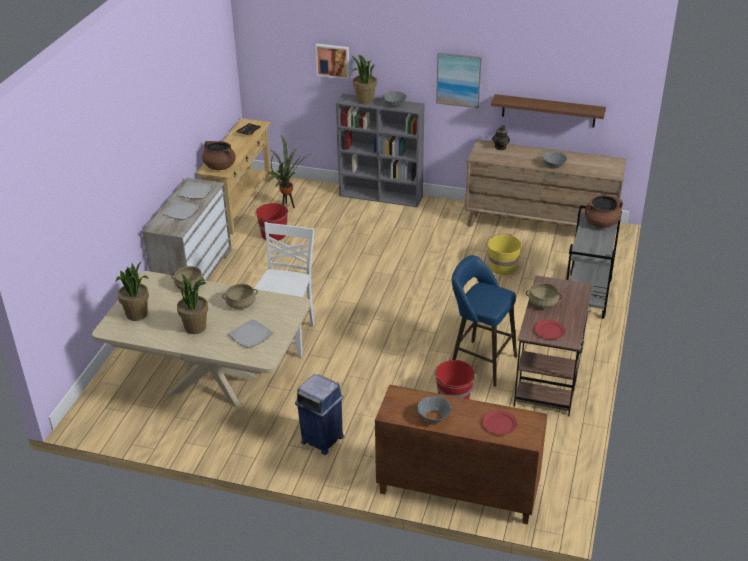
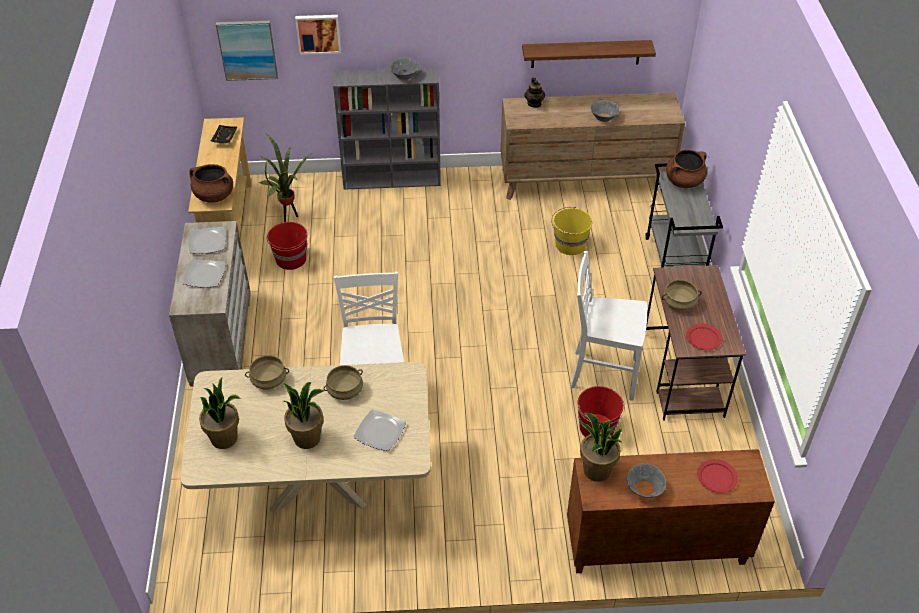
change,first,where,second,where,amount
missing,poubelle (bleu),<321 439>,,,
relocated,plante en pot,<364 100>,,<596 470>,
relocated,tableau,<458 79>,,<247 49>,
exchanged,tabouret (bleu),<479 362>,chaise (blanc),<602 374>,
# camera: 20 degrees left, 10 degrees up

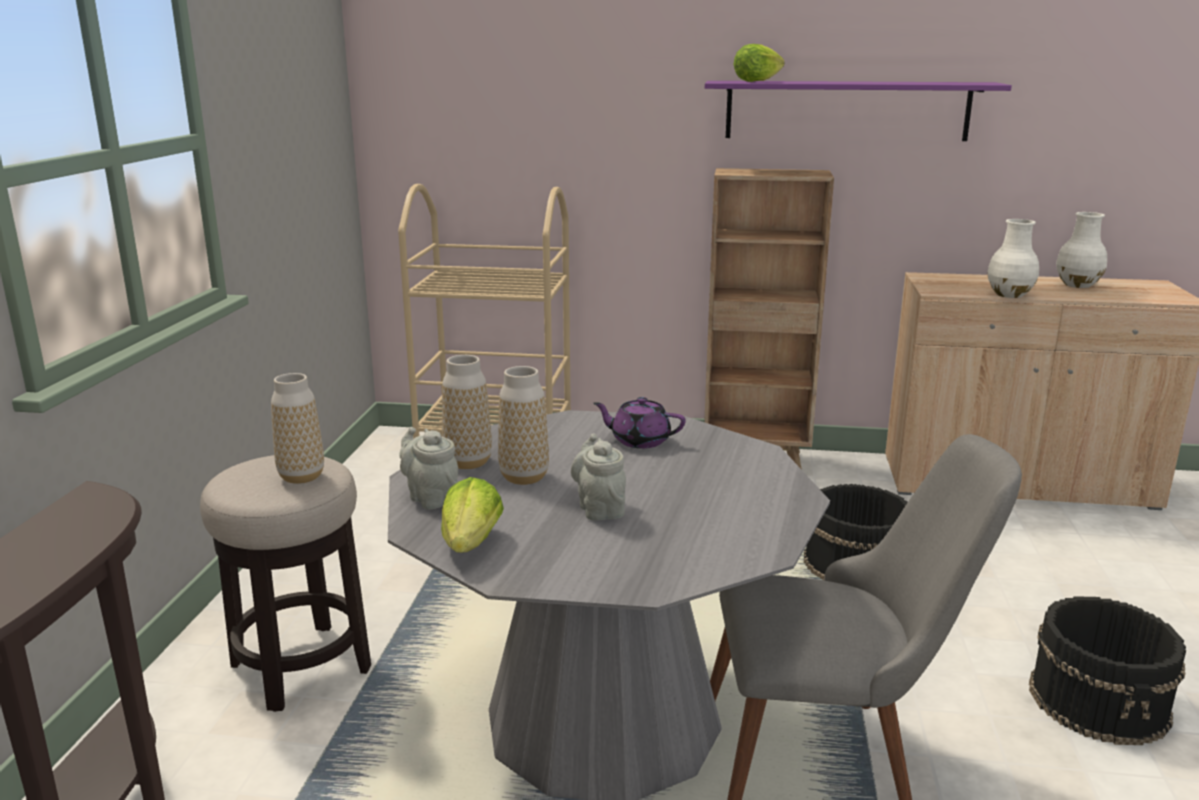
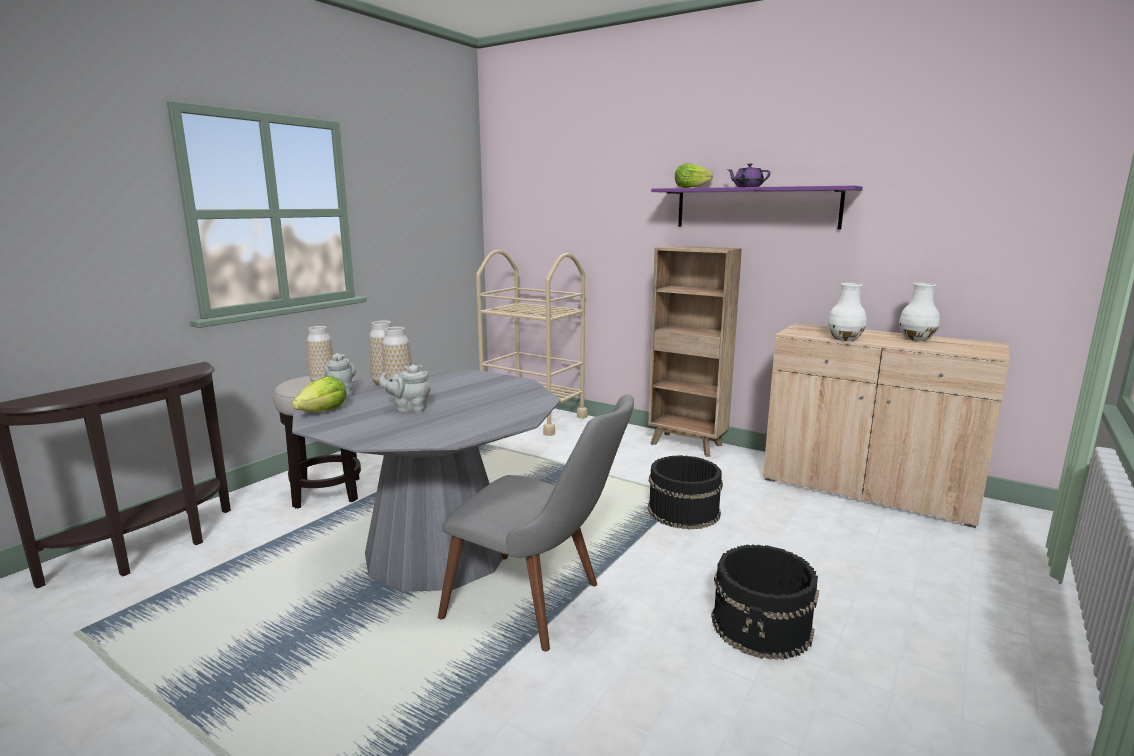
change,first,where,second,where,amount
spun,théière (gris),<600 508>,,<409 409>,105 degrees counterclockwise
relocated,théière (violet),<639 440>,,<747 187>,
# camera: 25 degrees right, 5 degrees down

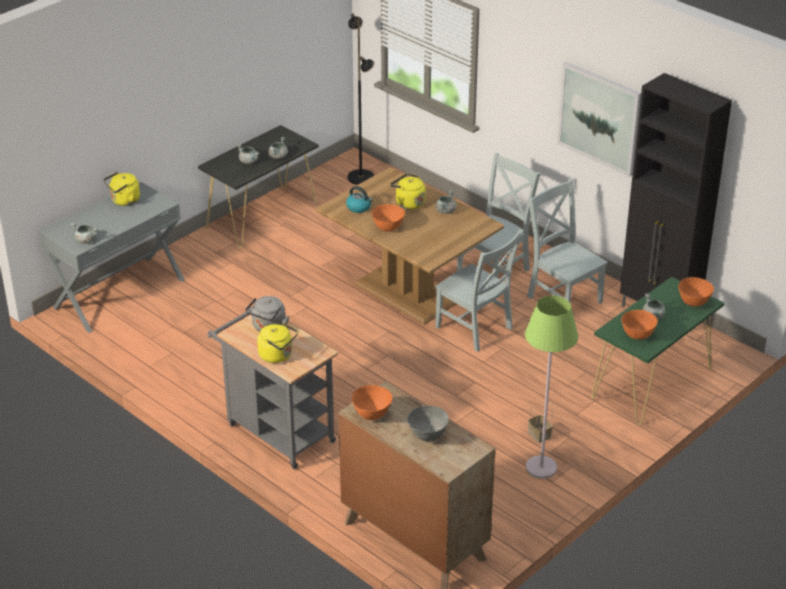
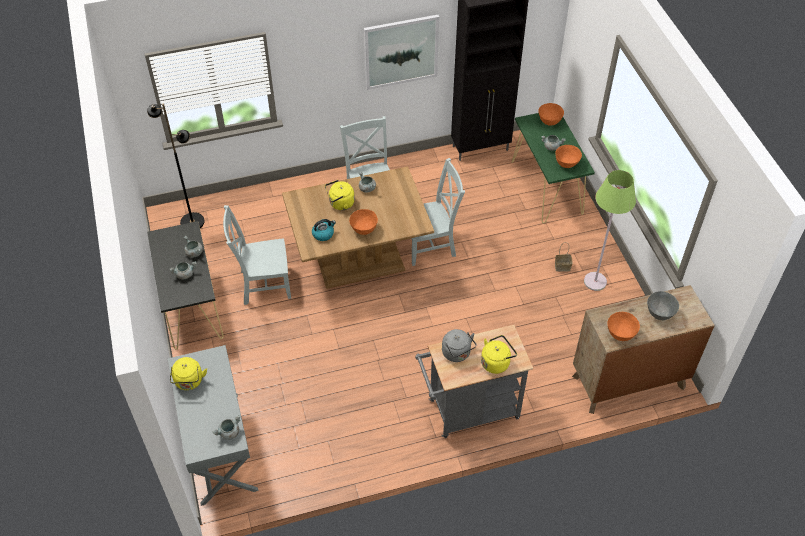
change,first,where,second,where,amount
relocated,chaise (gris),<562 297>,,<263 284>,
# camera: 60 degrees left, 15 degrees up

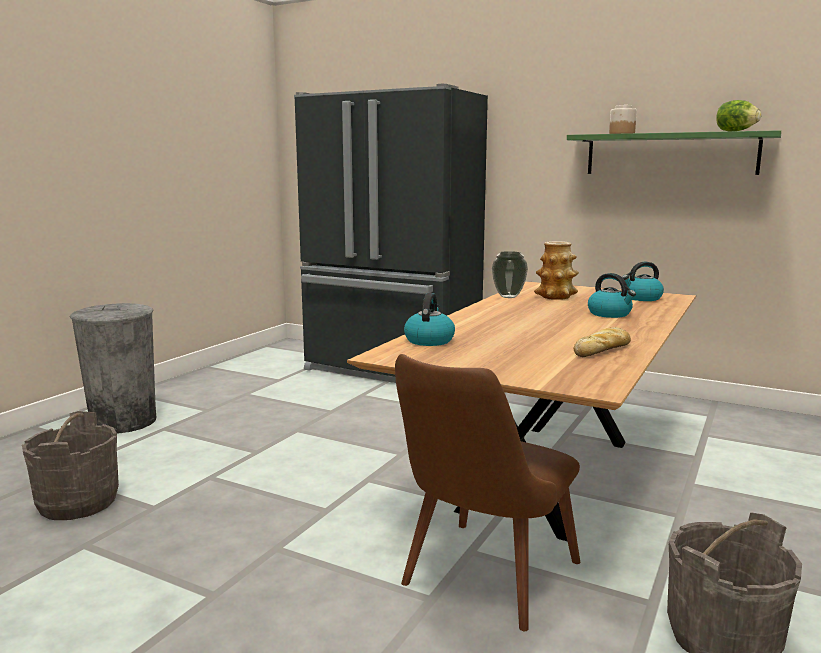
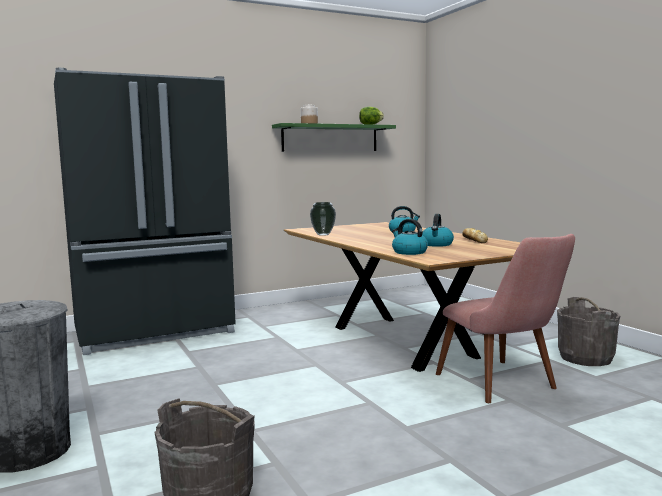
change,first,where,second,where,amount
colour,chaise (marron),<481 584>,chaise (rose),<505 385>,
missing,vase,<556 297>,,,
relocated,bouilloire,<641 298>,,<437 244>,
# camera: 55 degrees left, 5 degrees down

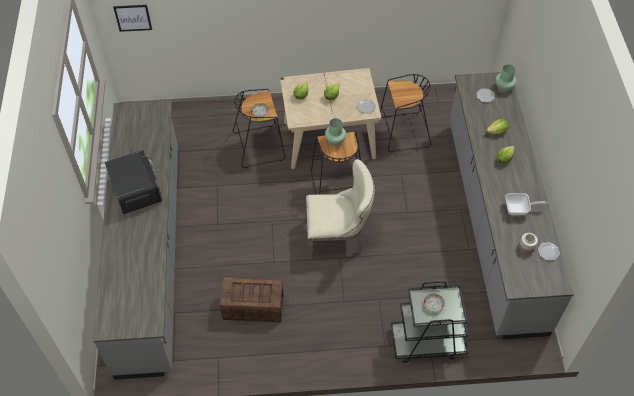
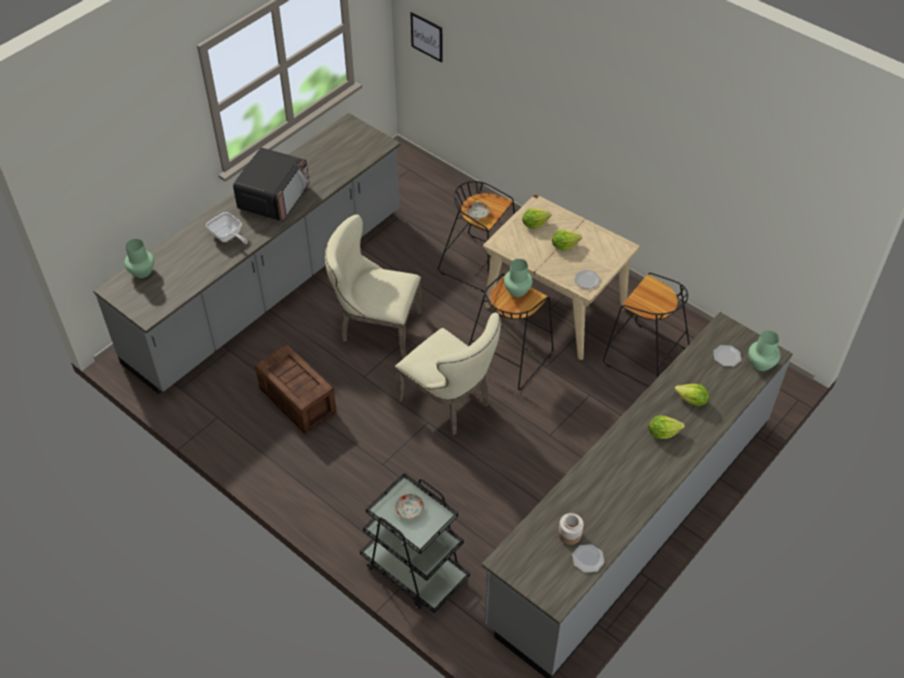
change,first,where,second,where,amount
relocated,poêle,<519 209>,,<228 237>,
appeared,,,vase (vert),<142 272>,
appeared,,,chaise (beige),<375 328>,
# camera: 45 degrees right, 5 degrees down

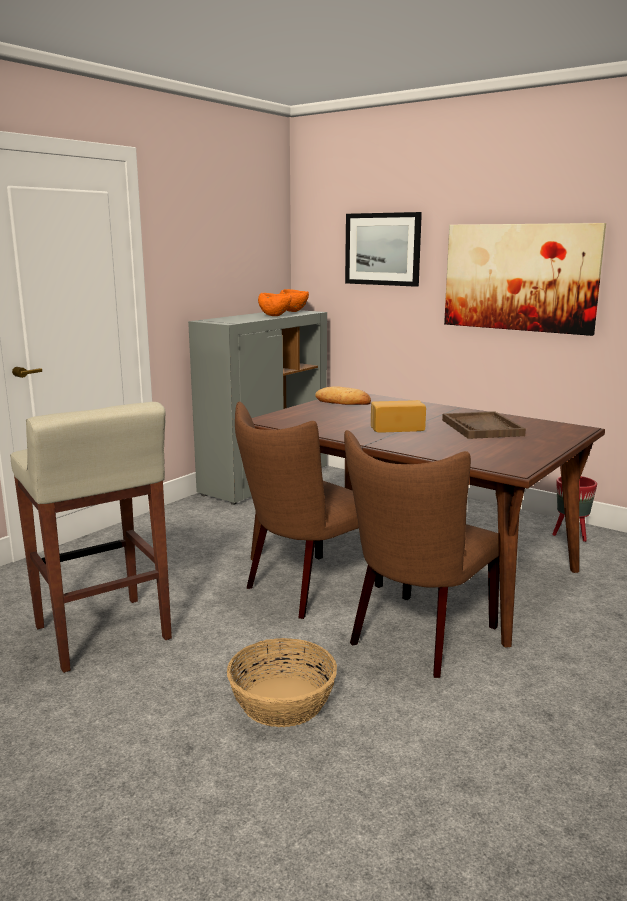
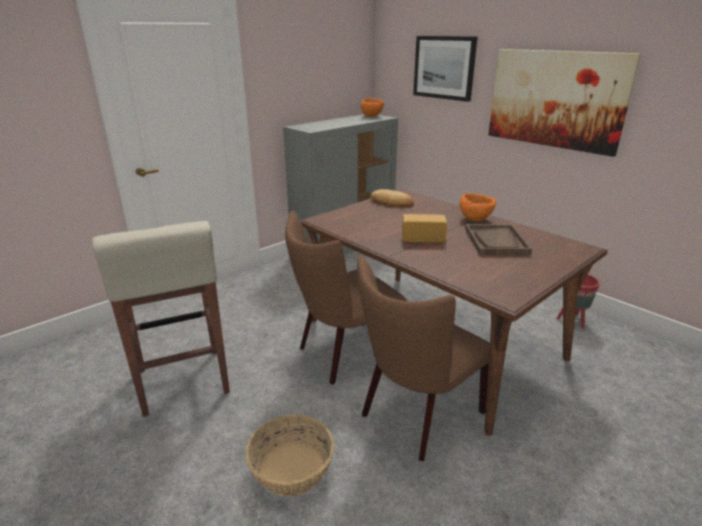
change,first,where,second,where,amount
relocated,bol (orange),<275 316>,,<475 219>,
# camera: 10 degrees right, 10 degrees up

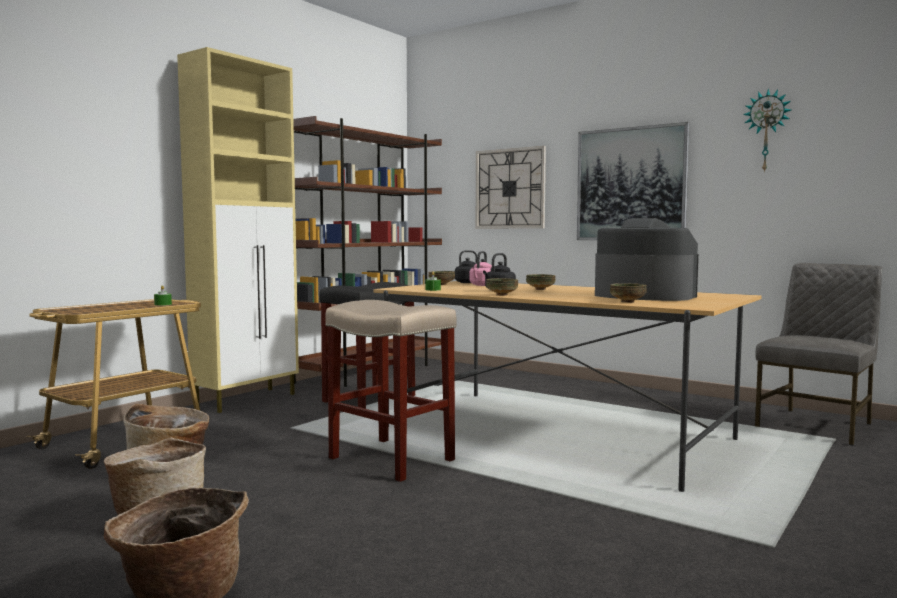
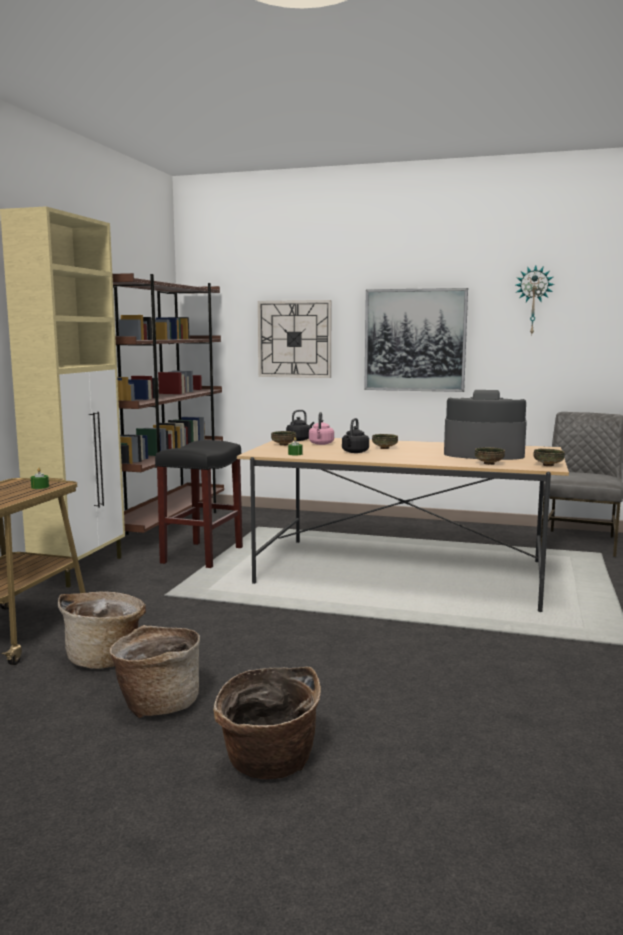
change,first,where,second,where,amount
missing,tabouret (beige),<389 459>,,,
relocated,bol,<501 295>,,<547 465>,
# camera: 20 degrees left, 5 degrees up

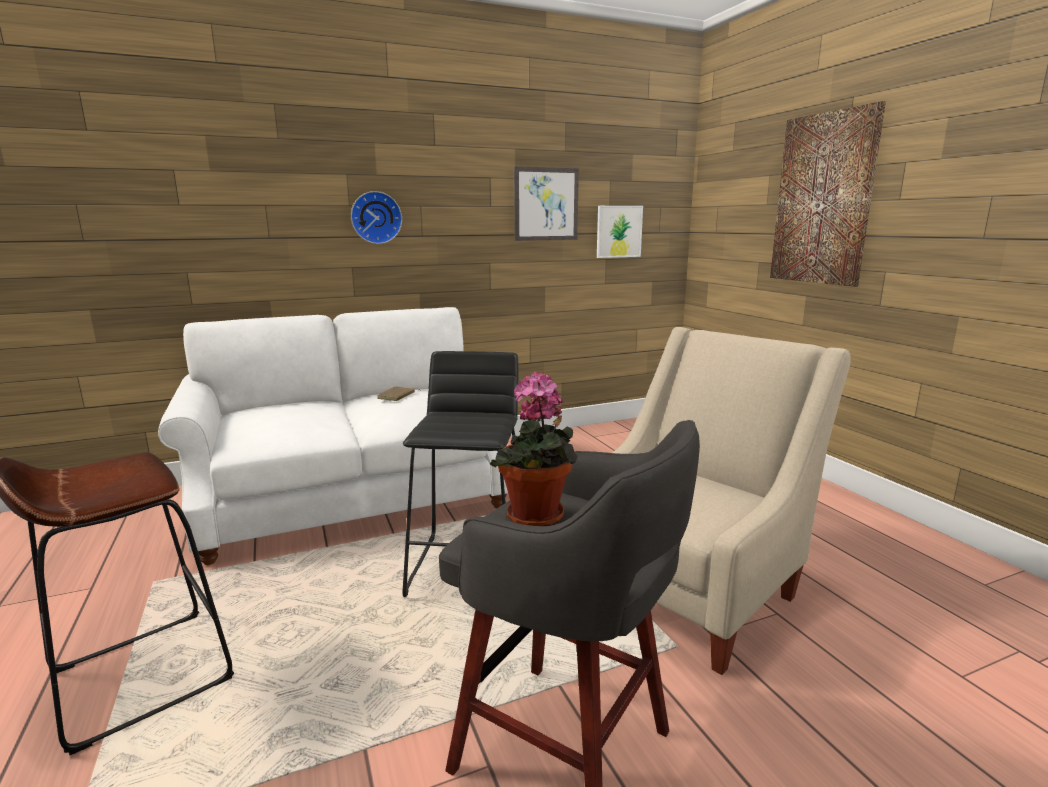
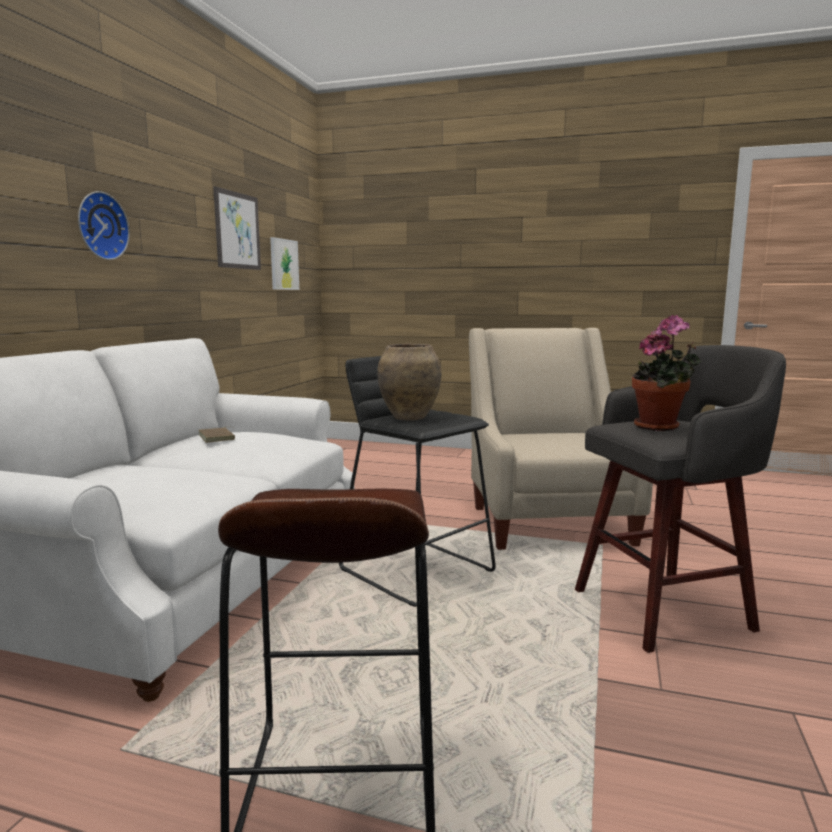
change,first,where,second,where,amount
missing,tableau,<823 199>,,,
appeared,,,vase (marron),<409 417>,
# camera: 50 degrees left, 5 degrees down

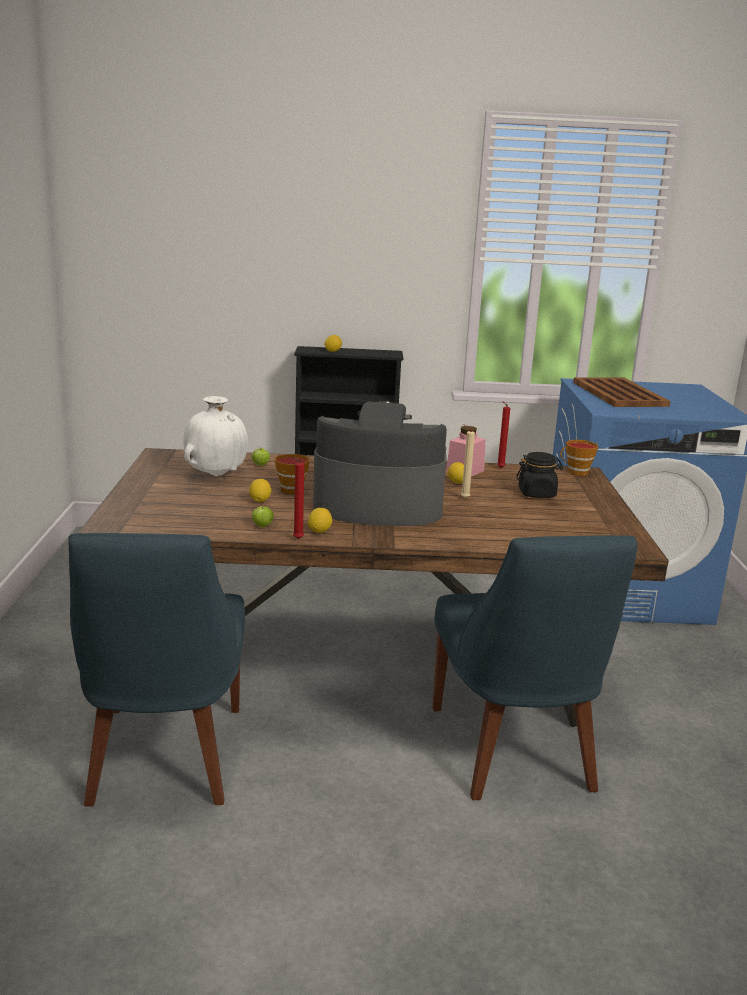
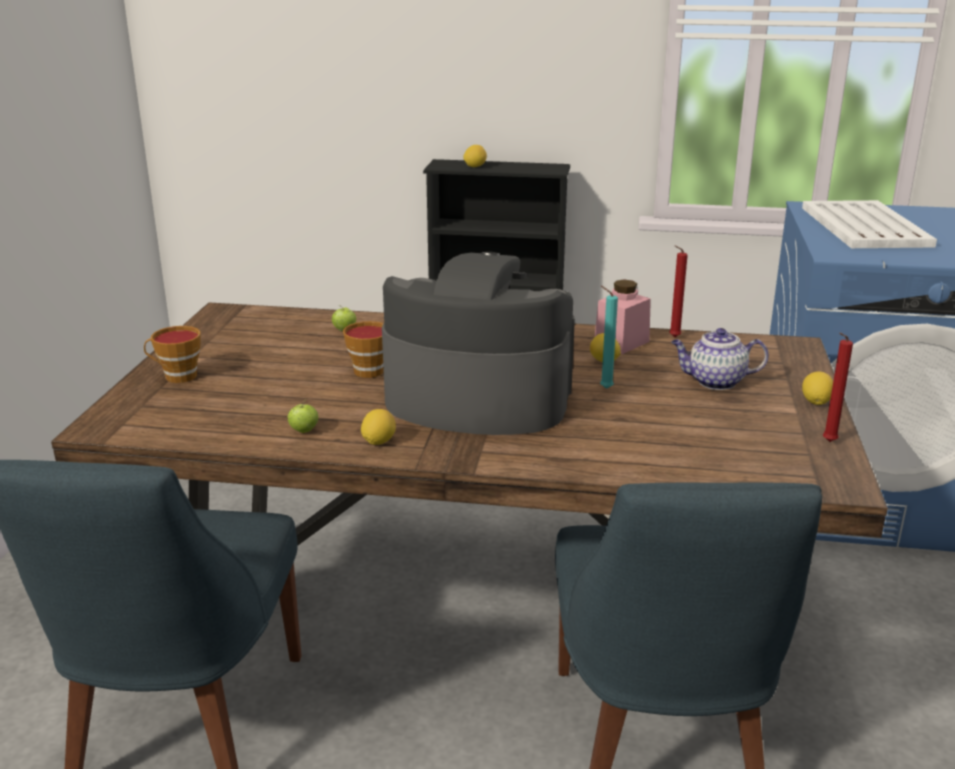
change,first,where,second,where,amount
missing,vase (blanc),<216 475>,,,
relocated,citron,<260 501>,,<815 402>,
relocated,bougie (rouge),<296 539>,,<827 442>,
colour,bougie (beige),<463 498>,bougie (turquoise),<604 388>,
exchanged,bocal (noir),<537 493>,théière,<714 382>,
relocated,tasse,<575 472>,,<177 376>,
colour,plateau (marron),<619 394>,plateau (blanc),<864 227>,
# camera: 10 degrees right, 5 degrees up

